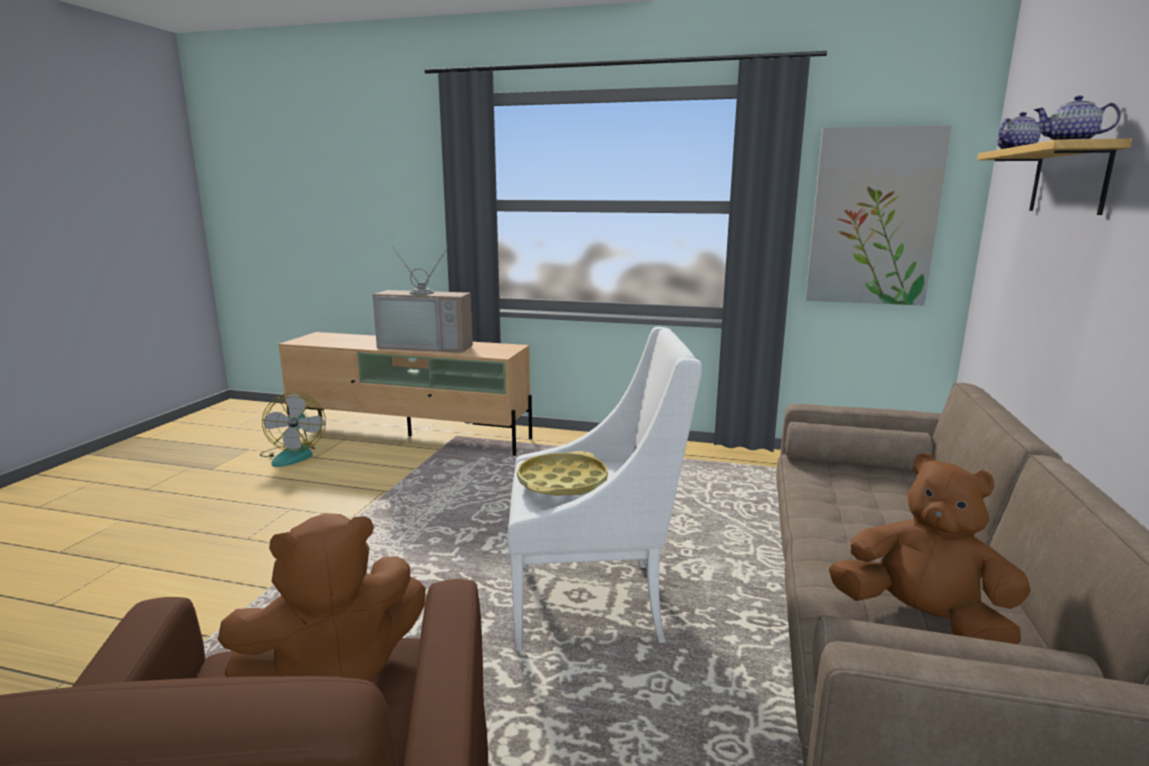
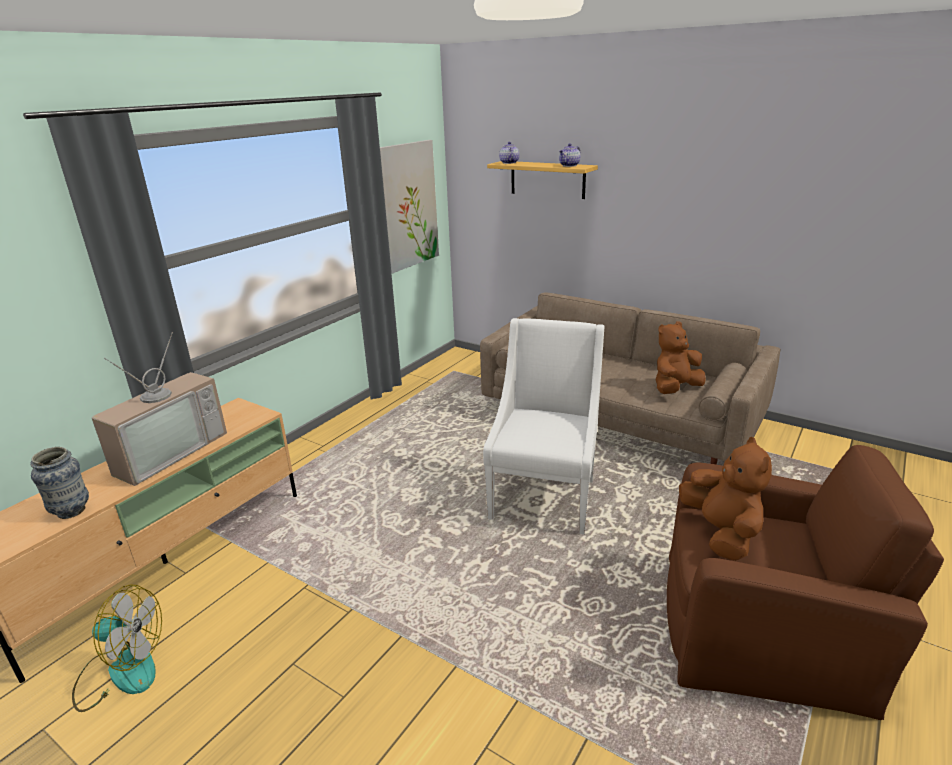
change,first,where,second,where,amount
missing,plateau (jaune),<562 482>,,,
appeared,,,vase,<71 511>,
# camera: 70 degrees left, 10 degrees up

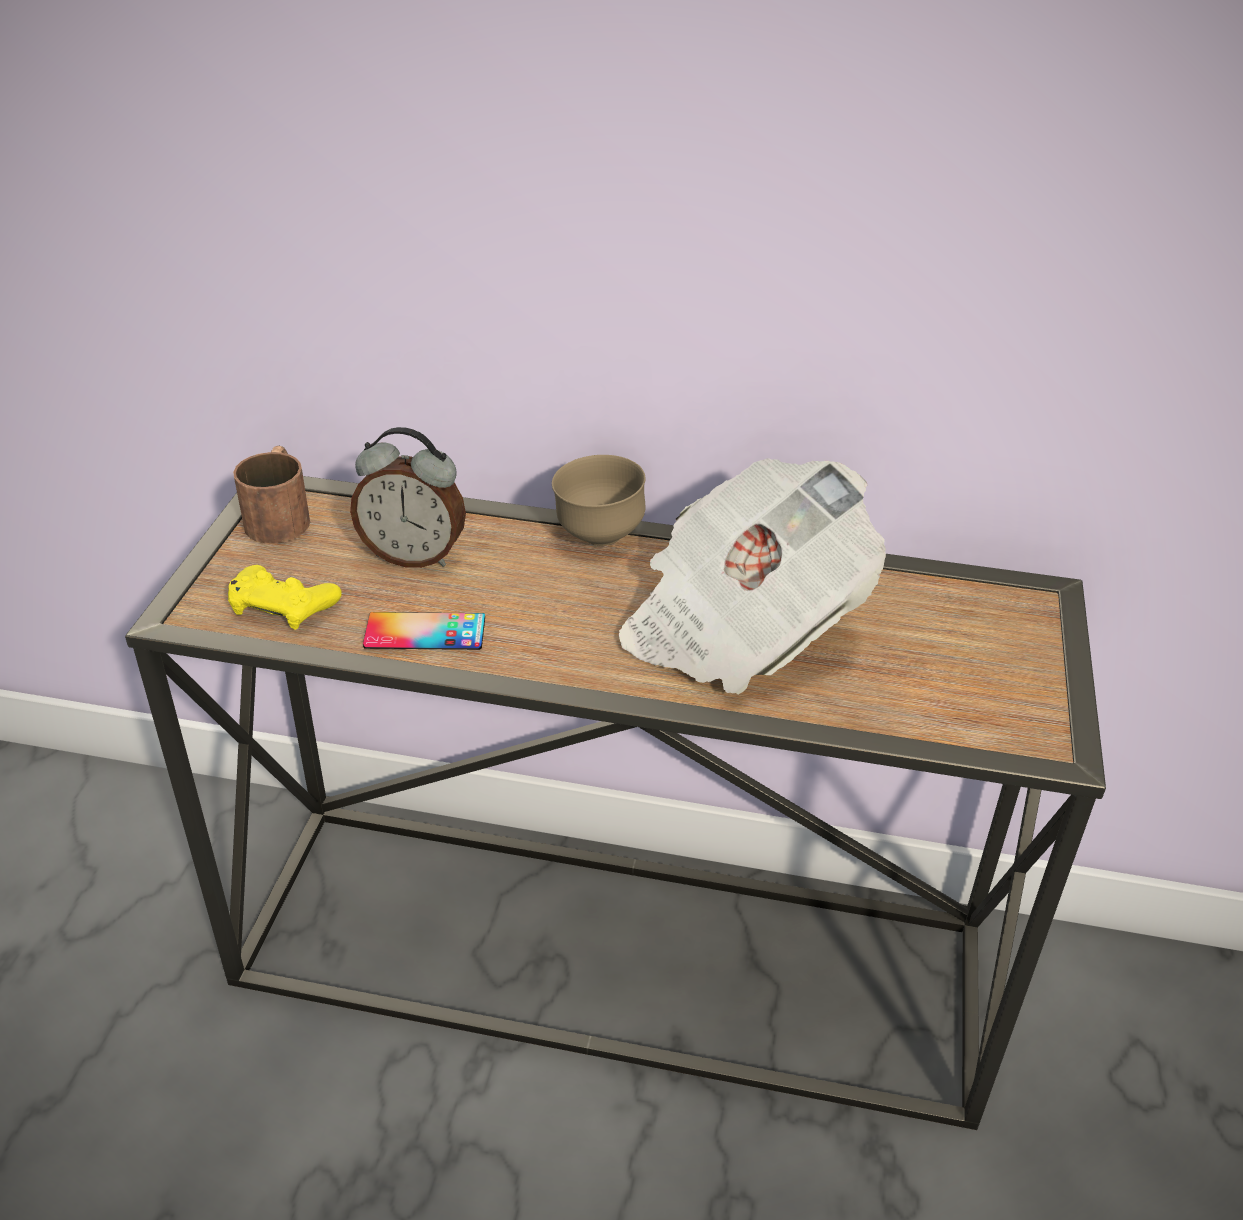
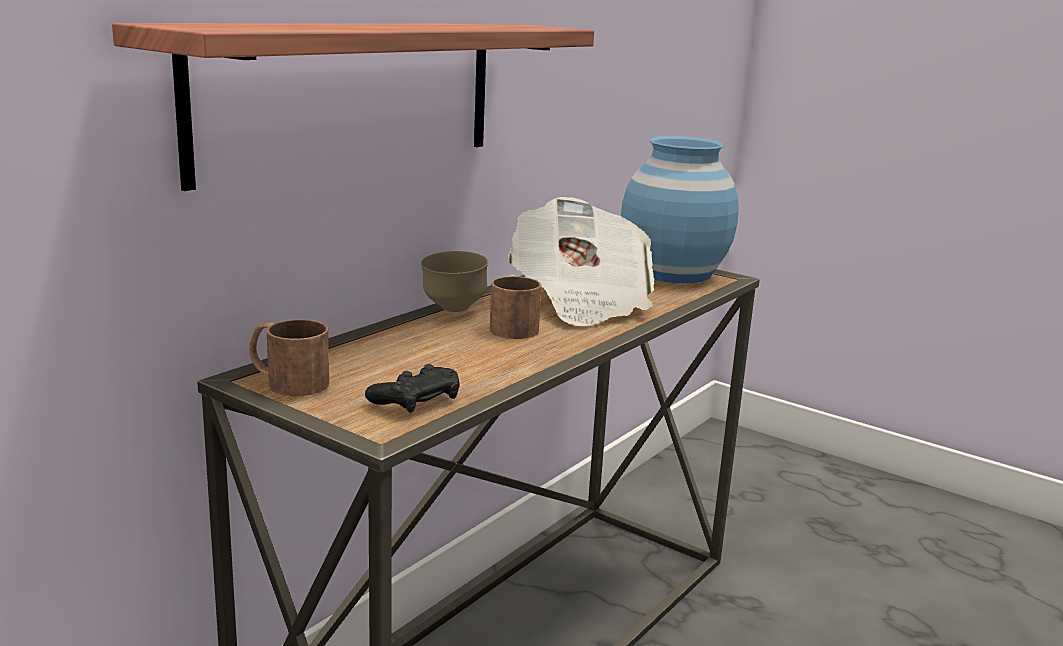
change,first,where,second,where,amount
colour,manette (jaune),<283 606>,manette (noir),<416 399>,
missing,réveil,<414 555>,,,
missing,téléphone,<425 632>,,,
appeared,,,étagère,<353 95>,
appeared,,,mug (marron),<512 326>,
appeared,,,vase (bleu),<674 273>,
# camera: 65 degrees left, 20 degrees down

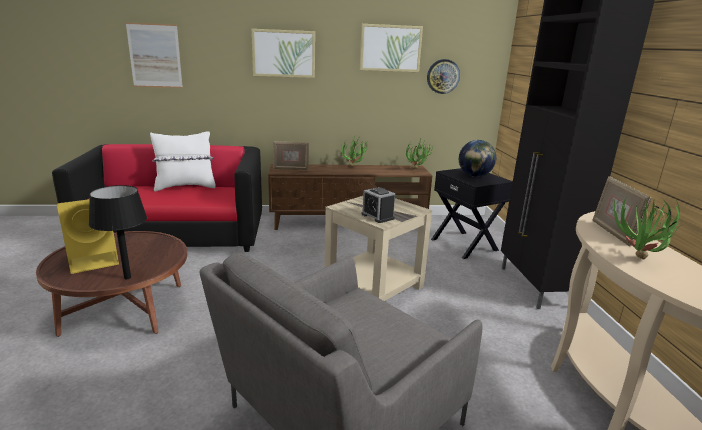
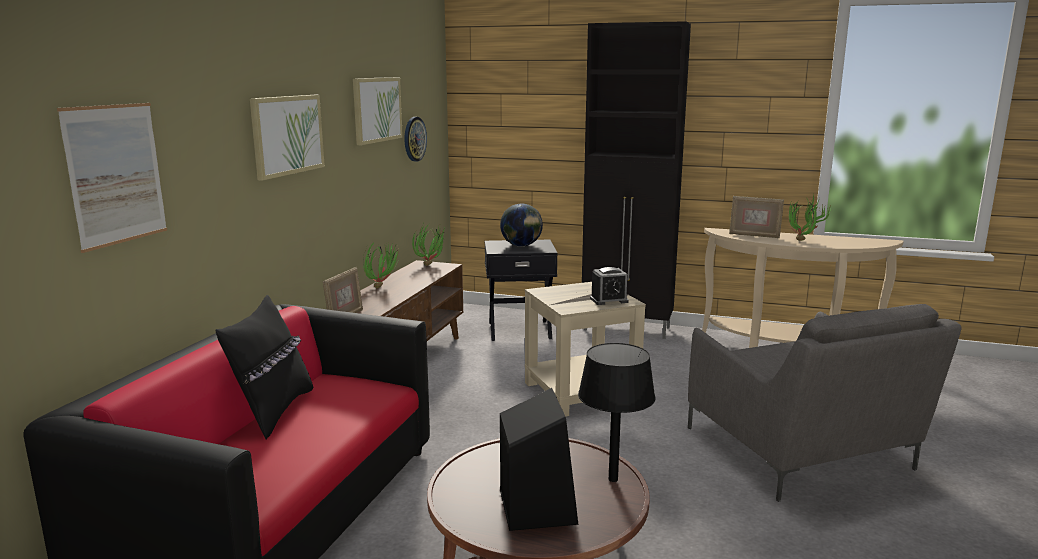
change,first,where,second,where,amount
colour,enceinte (jaune),<95 260>,enceinte (noir),<536 506>,
colour,coussin (blanc),<185 187>,coussin (noir),<273 411>,
# camera: 65 degrees left, 5 degrees down

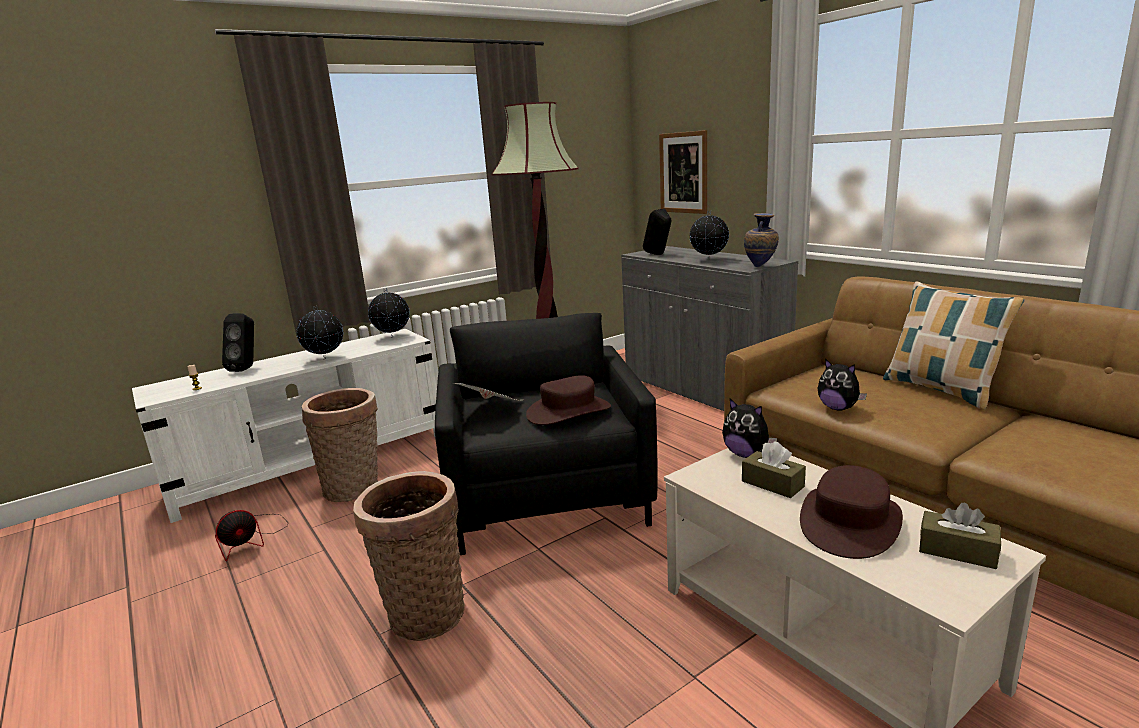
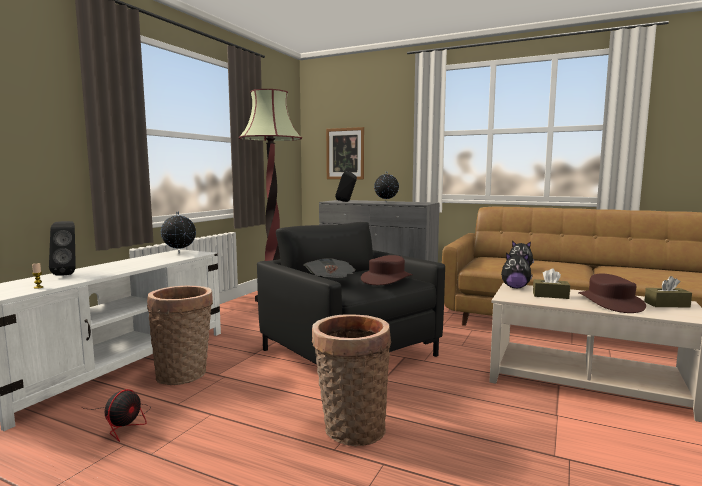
change,first,where,second,where,amount
missing,globe,<325 359>,,,
missing,vase,<760 267>,,,
missing,coussin,<941 390>,,,
# camera: 30 degrees left, 10 degrees down

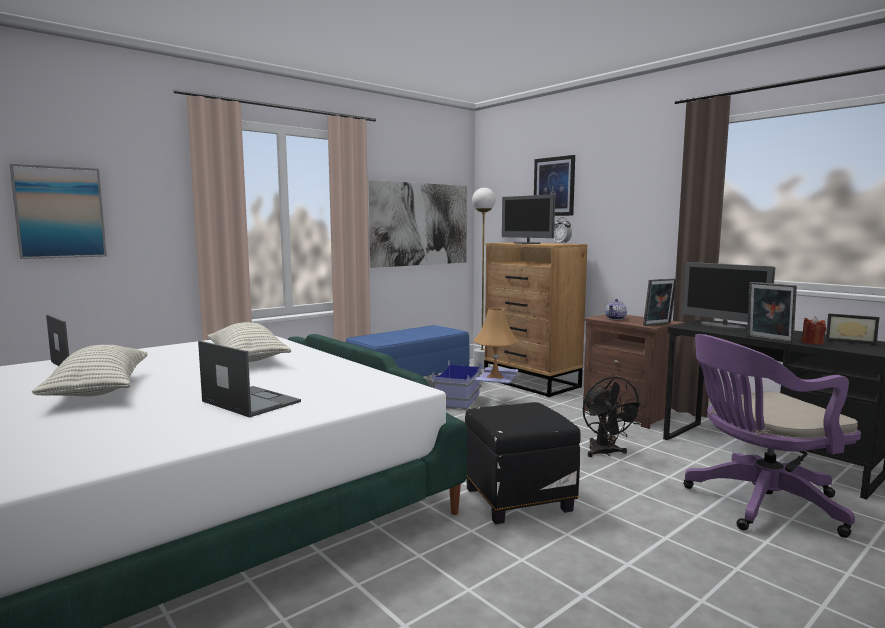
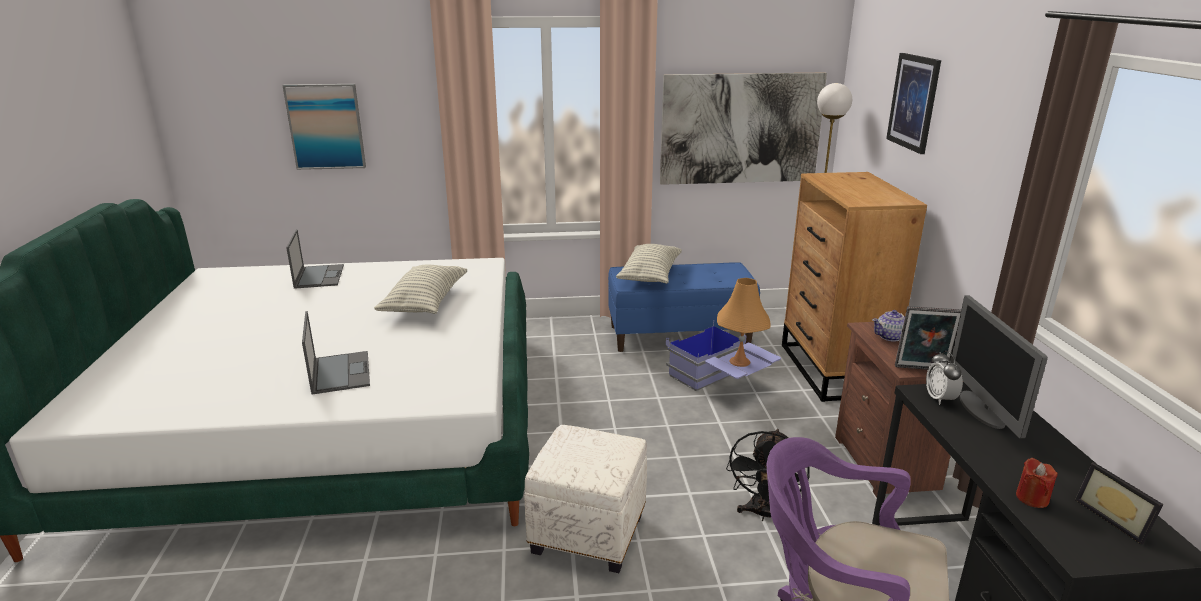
change,first,where,second,where,amount
relocated,coussin,<99 390>,,<650 275>,
colour,pouf (noir),<518 498>,pouf (blanc),<589 534>,
missing,écran d'ordinateur,<526 243>,,,
relocated,réveil,<561 243>,,<940 399>,
missing,cadre photo,<768 339>,,,
# camera: 35 degrees right, 15 degrees up

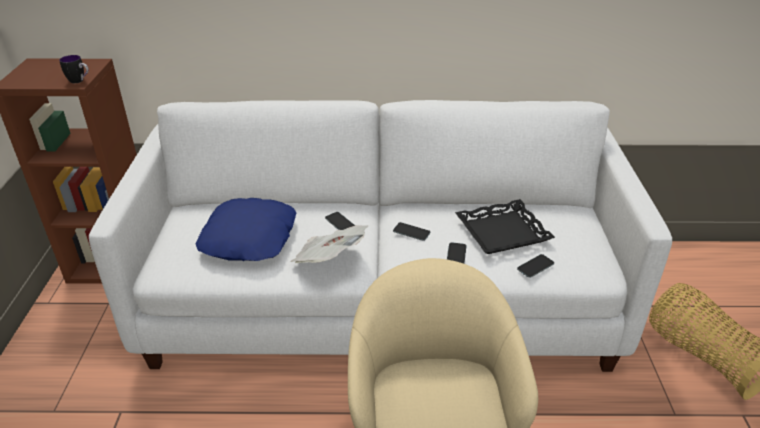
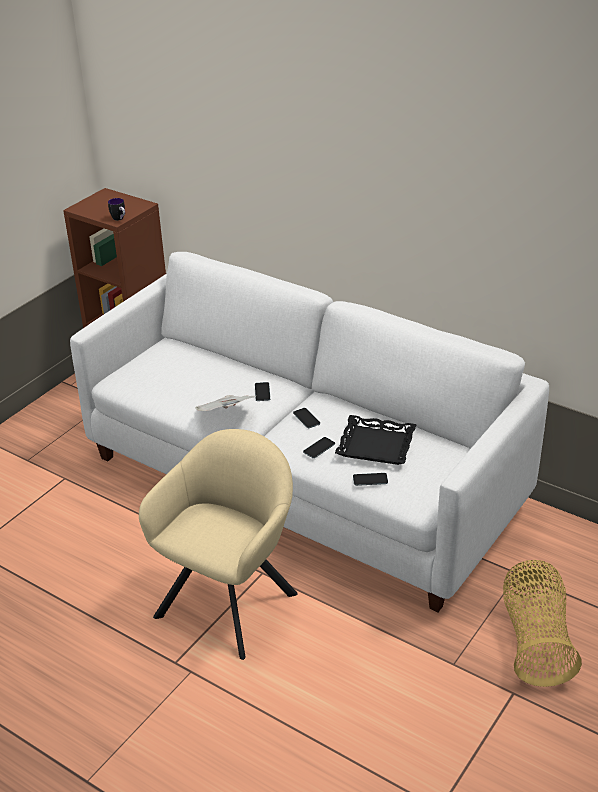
change,first,where,second,where,amount
missing,coussin (bleu),<250 238>,,,
# camera: 35 degrees right, 0 degrees up

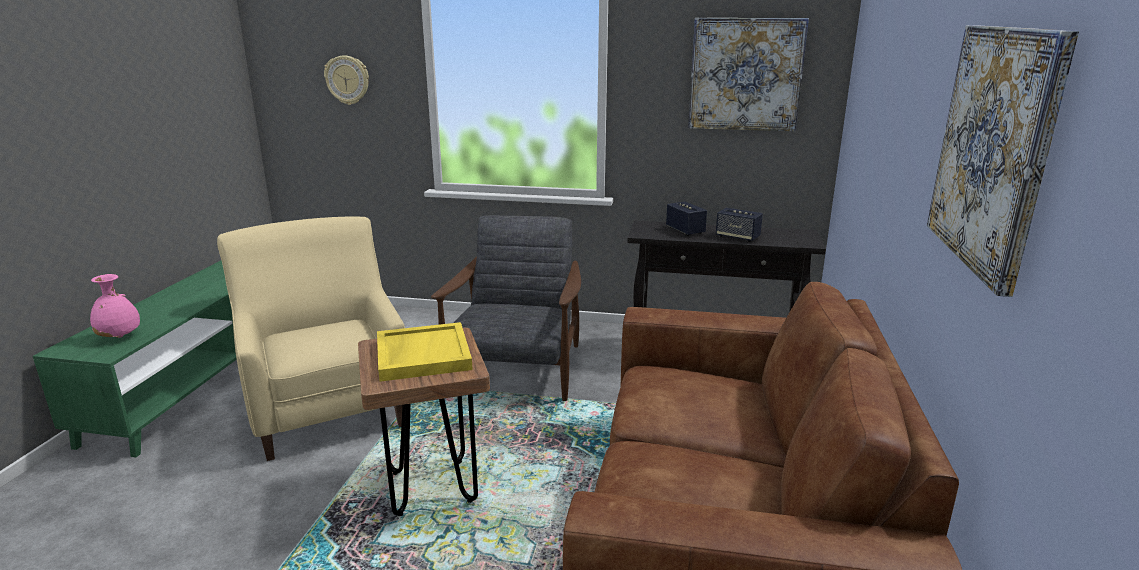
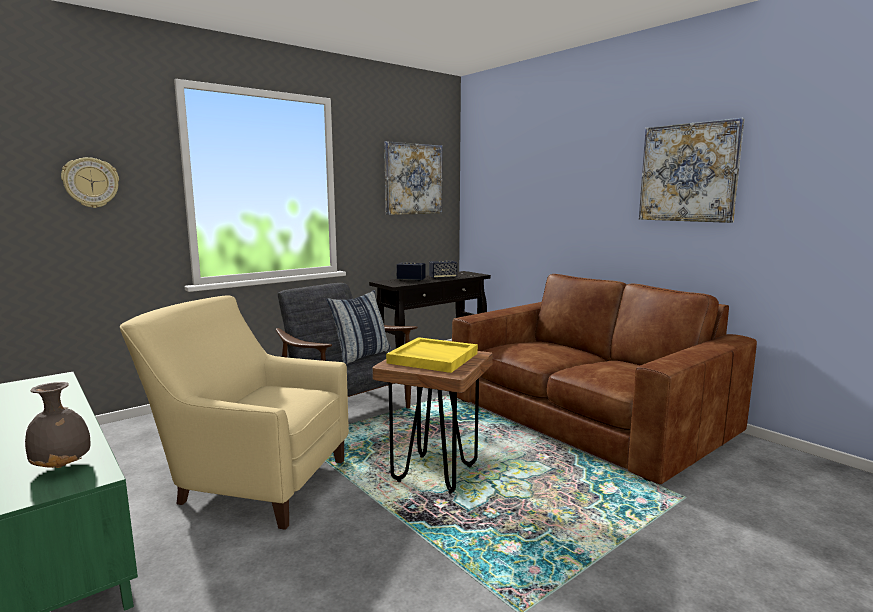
change,first,where,second,where,amount
colour,vase (rose),<120 337>,vase (gris),<63 466>,
appeared,,,coussin,<361 355>,
# camera: 50 degrees left, 10 degrees down

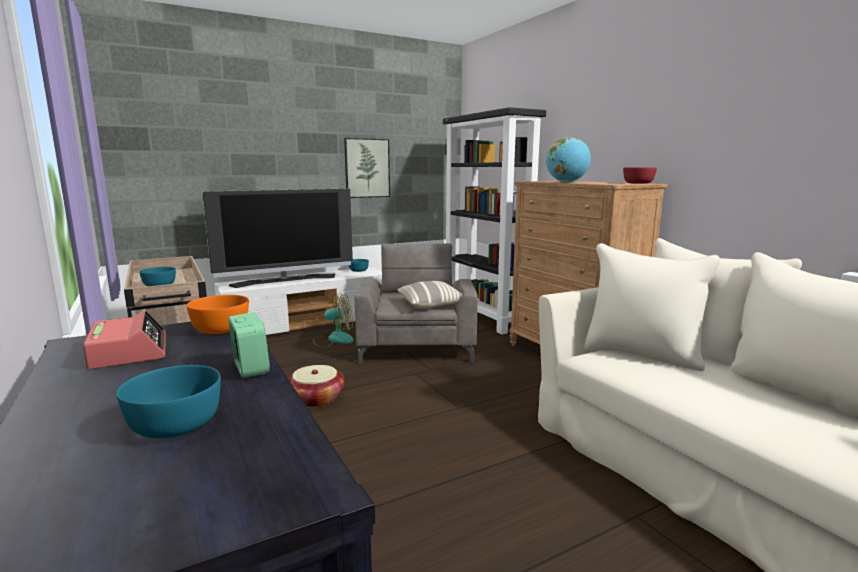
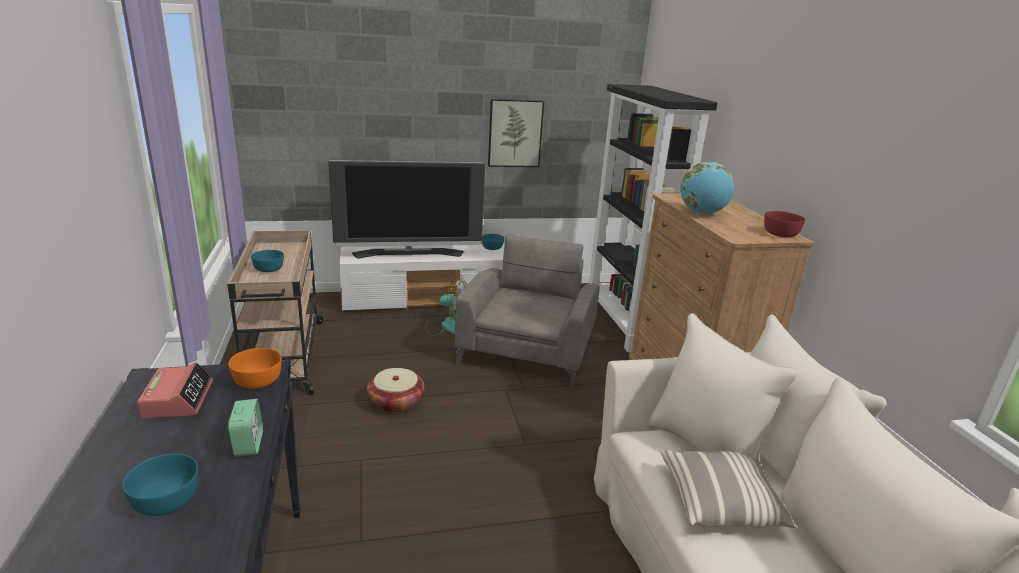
change,first,where,second,where,amount
relocated,coussin,<431 304>,,<720 502>,
# camera: 15 degrees right, 10 degrees up

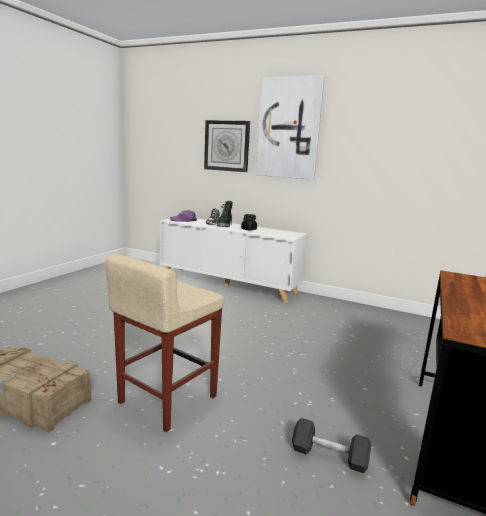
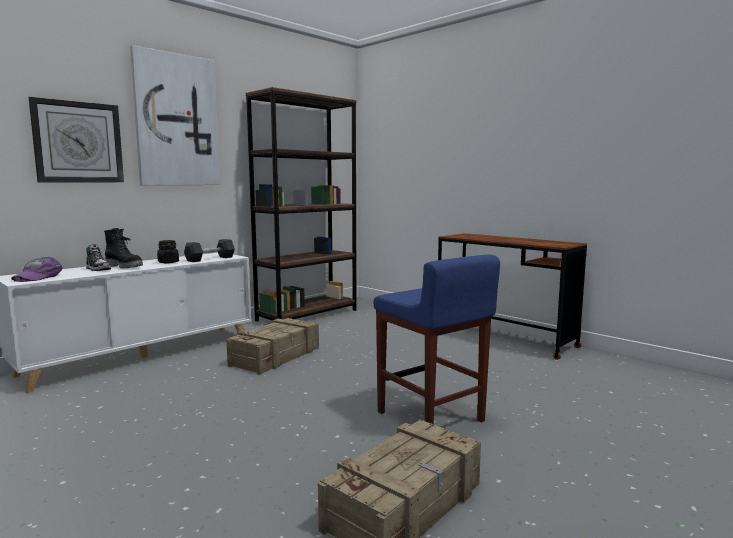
change,first,where,second,where,amount
colour,tabouret (beige),<166 400>,tabouret (bleu),<431 417>,
relocated,haltère (gris),<329 456>,,<210 259>,
appeared,,,caisse,<276 356>,
appeared,,,bibliothèque (marron),<307 315>,
# camera: 70 degrees left, 5 degrees down

